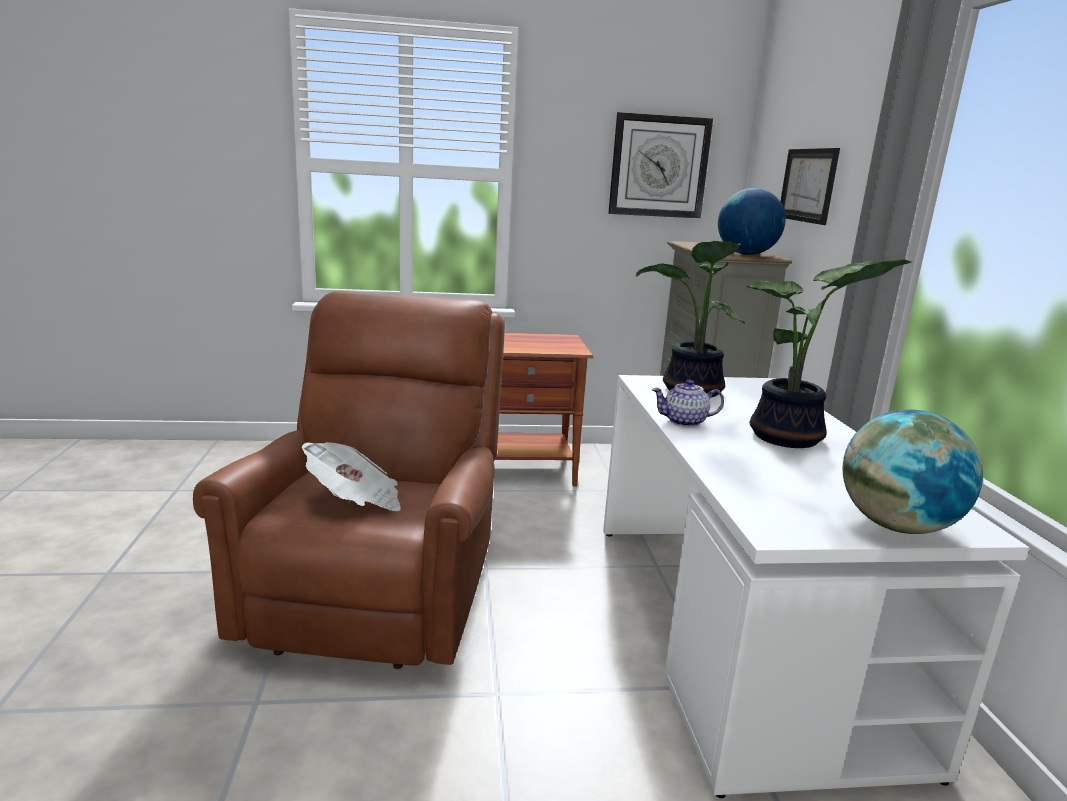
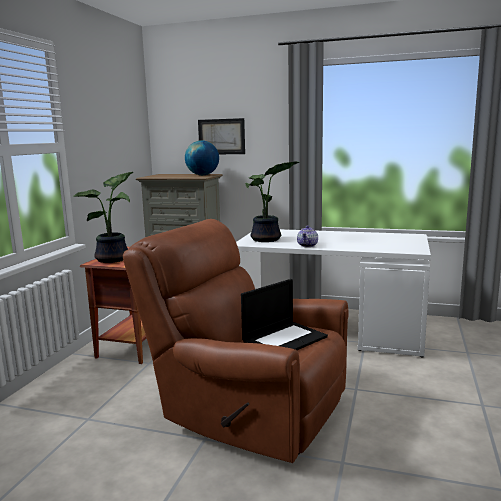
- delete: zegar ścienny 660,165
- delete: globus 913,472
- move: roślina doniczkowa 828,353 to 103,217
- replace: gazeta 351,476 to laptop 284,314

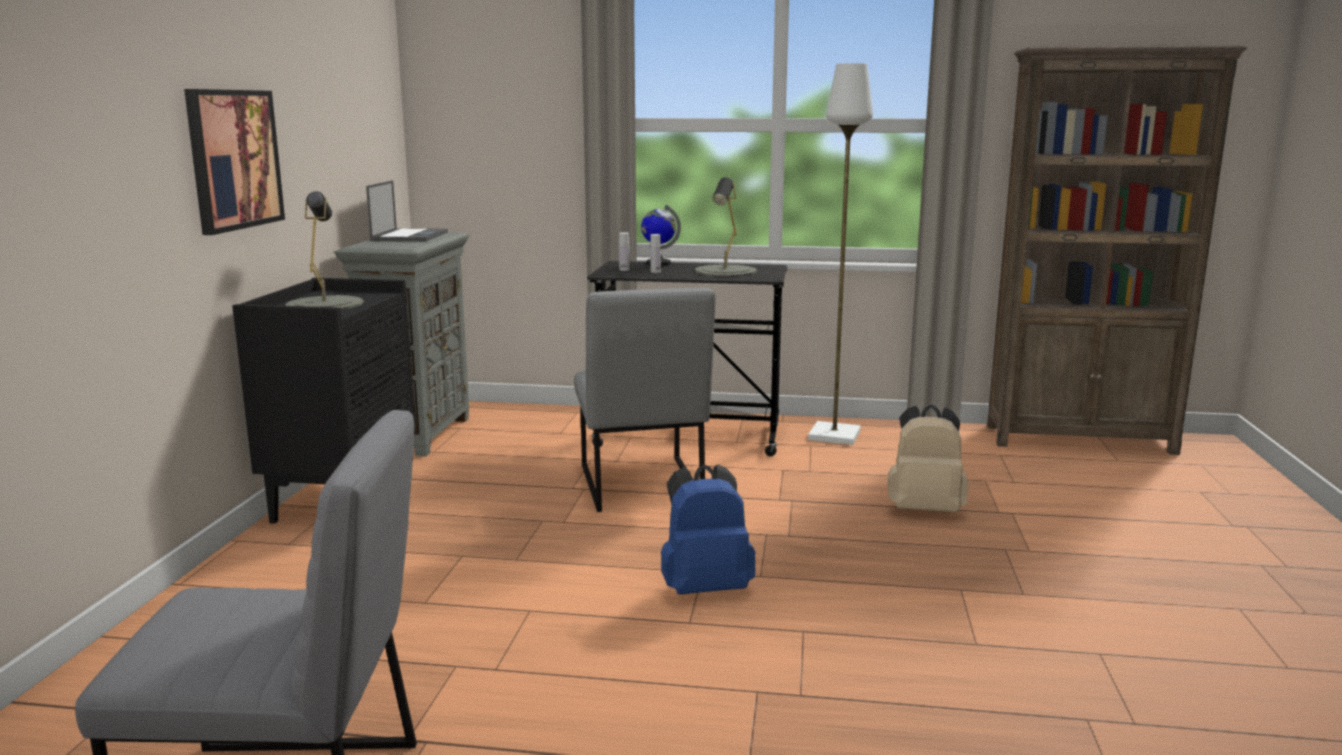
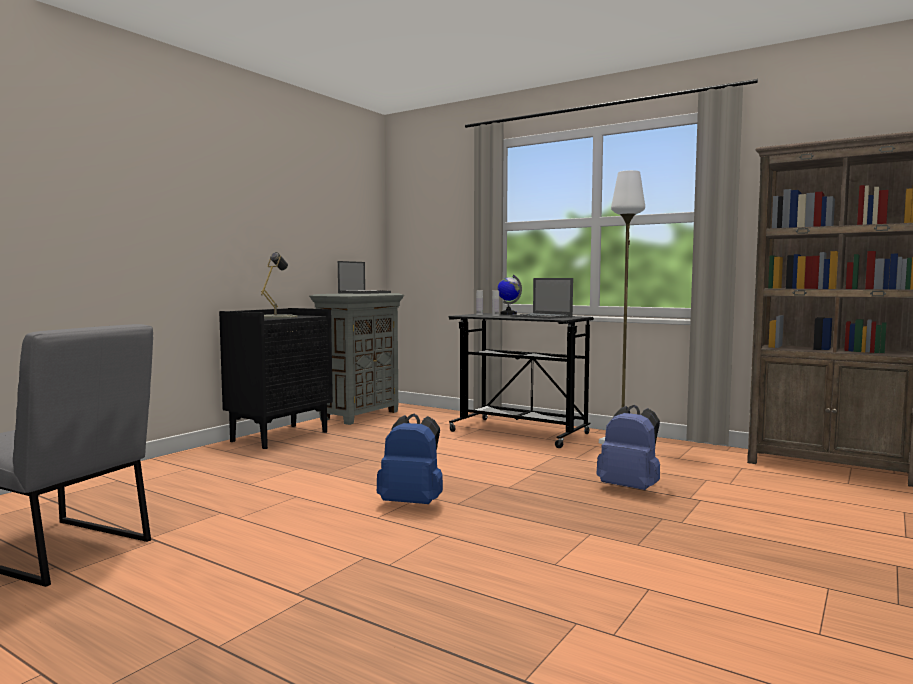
- delete: obraz 234,162
- delete: krzesło (szary) 645,400
- replace: lampa stołowa (szary) 726,227 to laptop 541,298
- recolor: plecak (beżowy) 928,458 to plecak (niebieski) 628,447

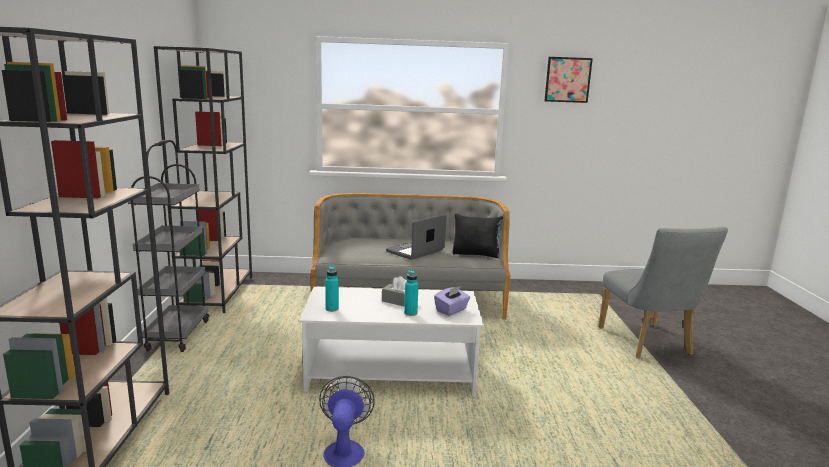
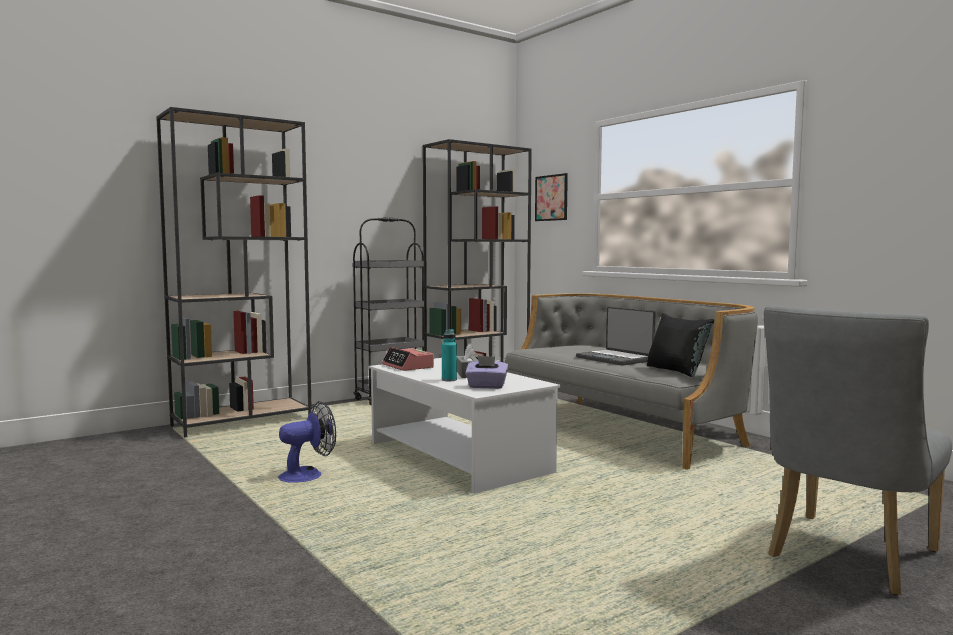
- move: obraz 568,80 to 551,197
- replace: butelka (turkusowy) 332,289 to budzik 408,359
- rotate: laptop 416,237 = 616,336 135 degrees counterclockwise

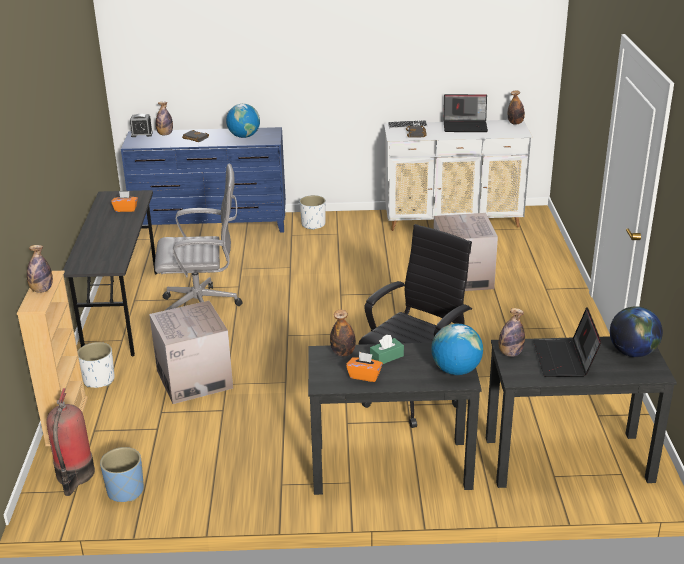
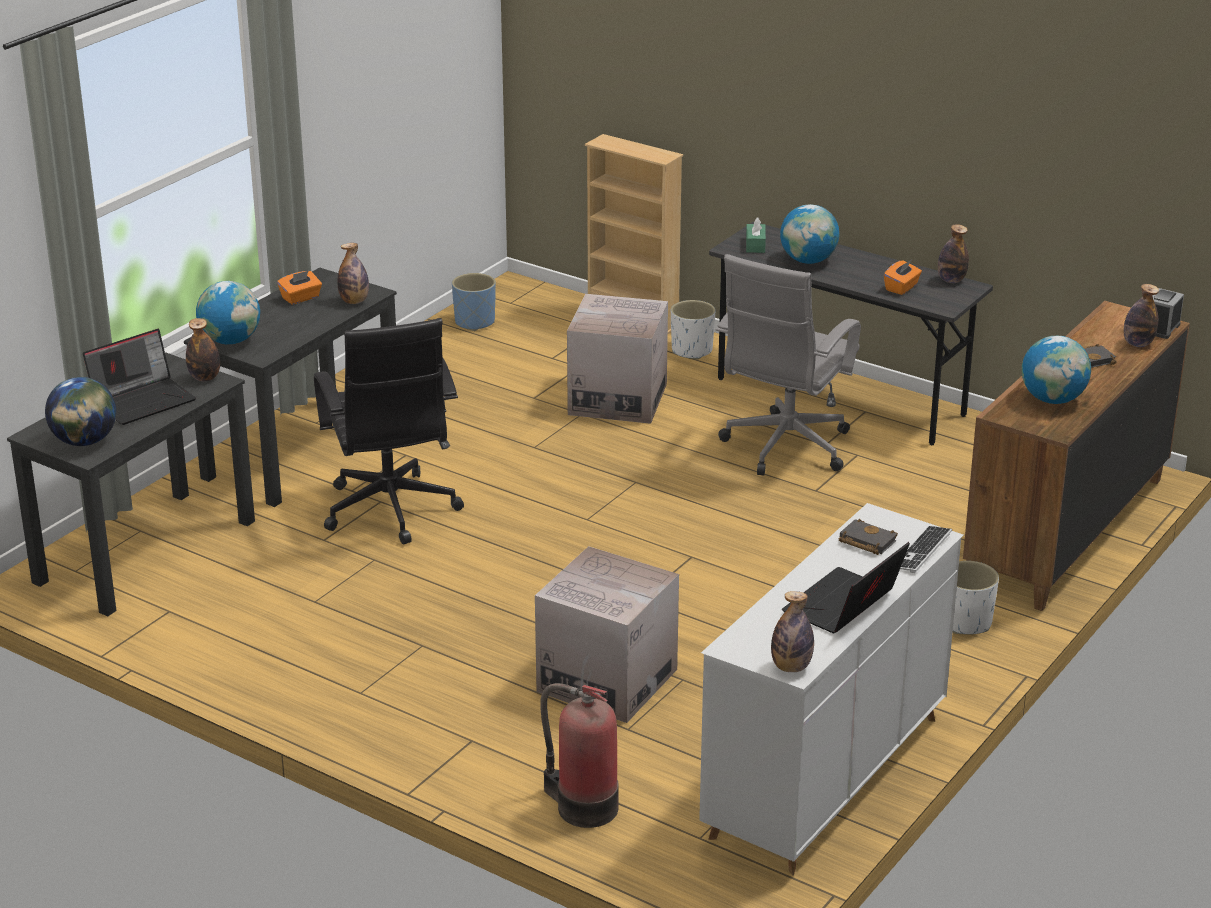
- insert: globus 809,234
- move: butelka 40,269 to 953,253
- move: gaśnica 70,442 to 579,755
- move: pudełko chusteczek (zielony) 387,349 to 756,235
- recolor: komoda (niebieski) 203,180 to komoda (brązowy) 1076,456
- rotate: laptop 567,342 = 139,377 105 degrees clockwise

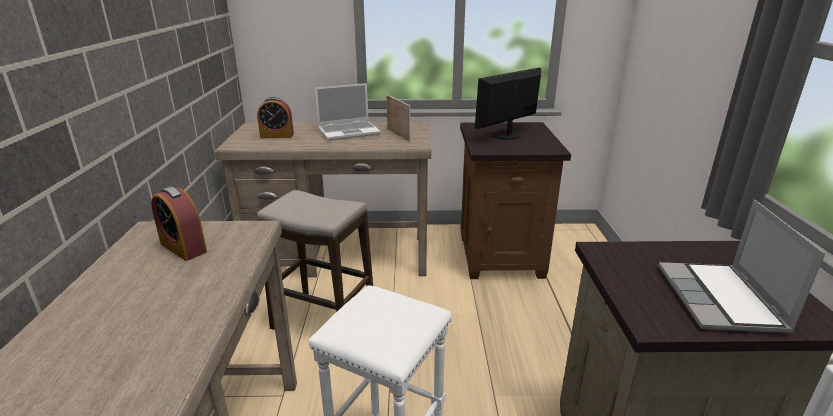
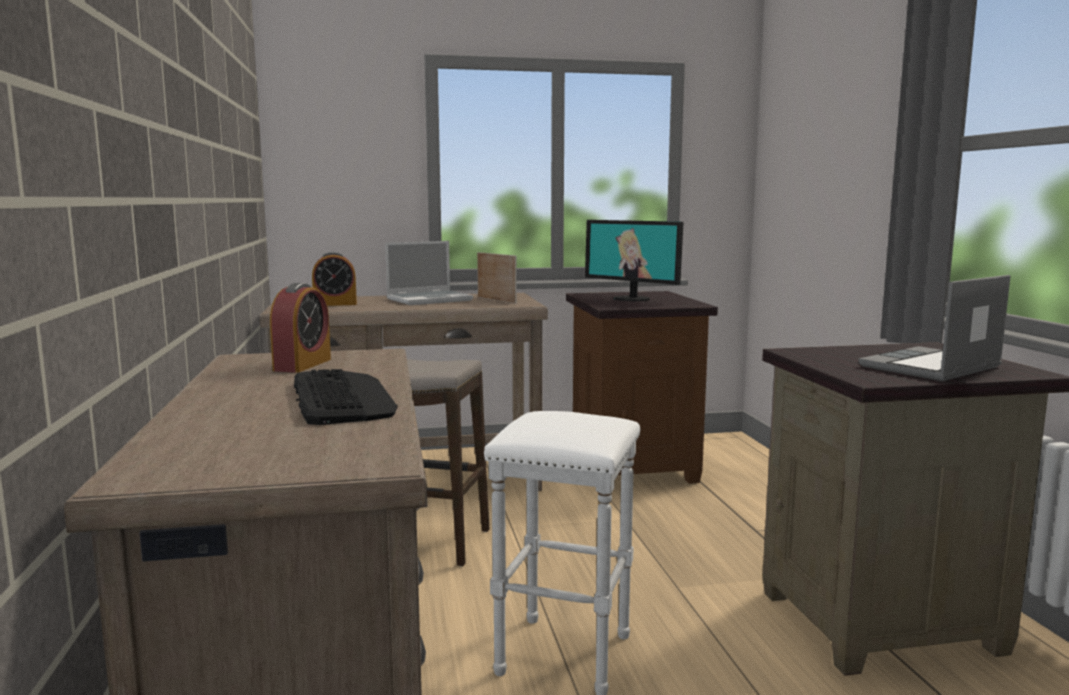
- insert: klawiatura 345,397
- rotate: budzik 179,223 = 300,328 105 degrees counterclockwise
- rotate: monitor 508,104 = 634,260 90 degrees counterclockwise
- rotate: laptop 742,266 = 934,328 60 degrees clockwise

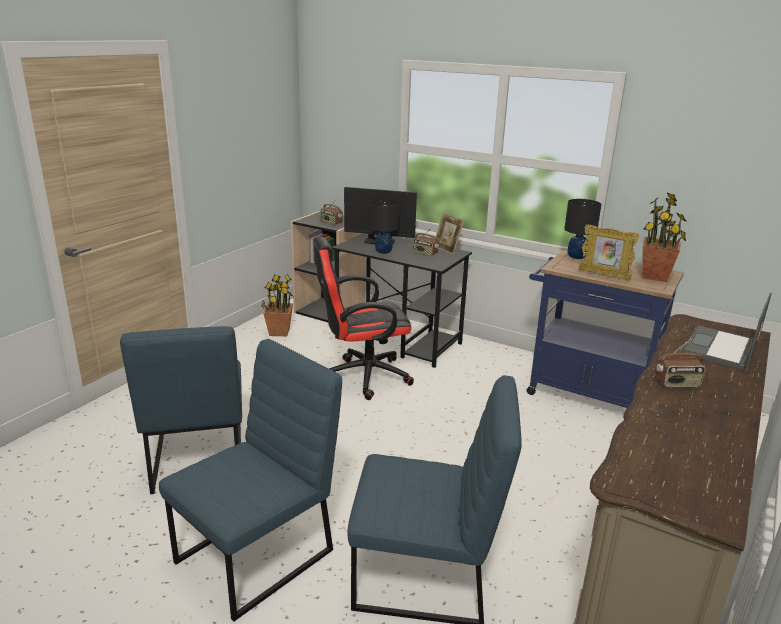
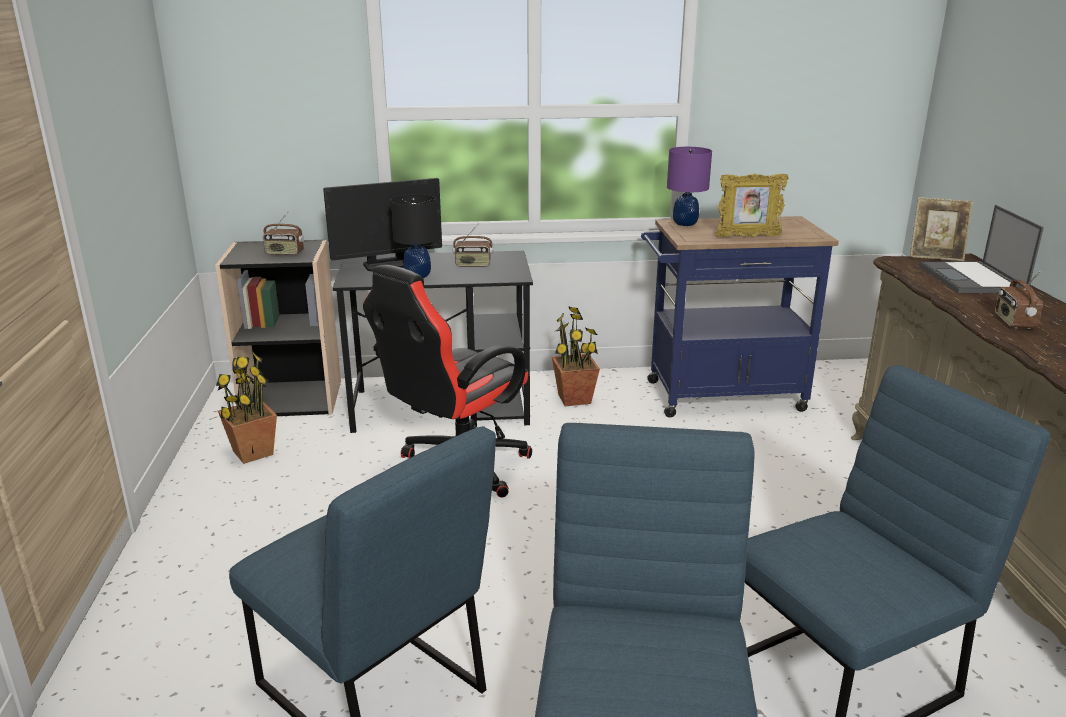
- move: ramka na zdjęcie 450,234 to 941,229
- move: roślina doniczkowa 664,237 to 576,356
- recolor: lampa stołowa (czarny) 583,229 to lampa stołowa (fioletowy) 689,186
- rotate: radio 681,363 = 1019,300 135 degrees clockwise

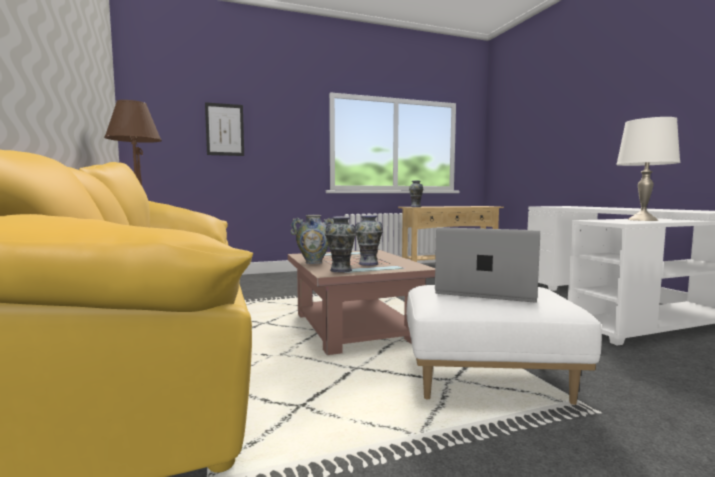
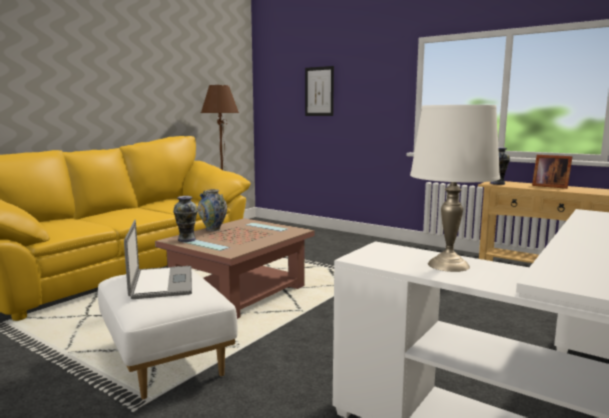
- delete: wazon 369,240
- insert: ramka na zdjęcie 552,172

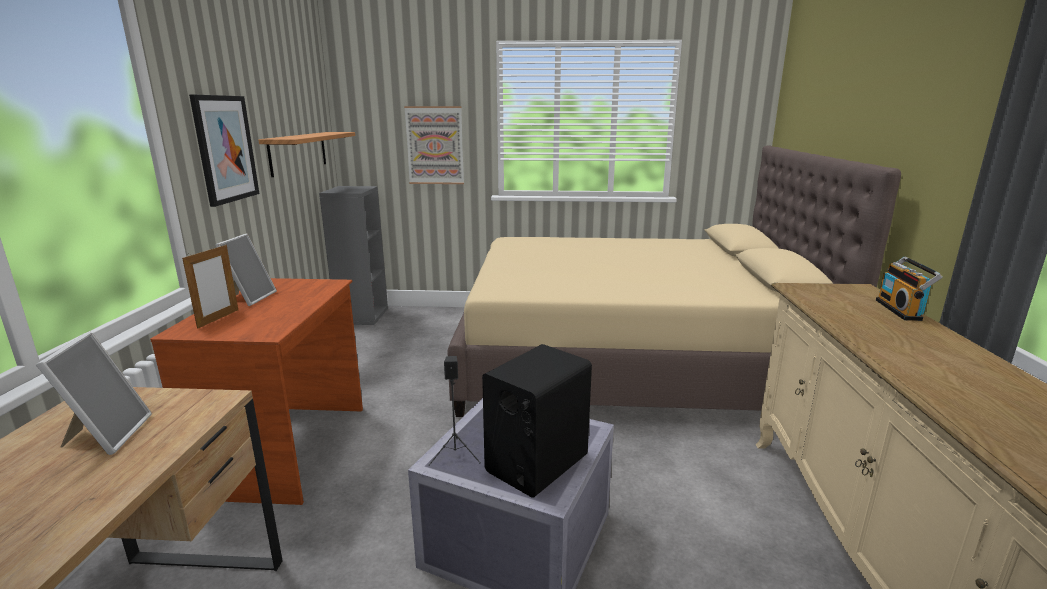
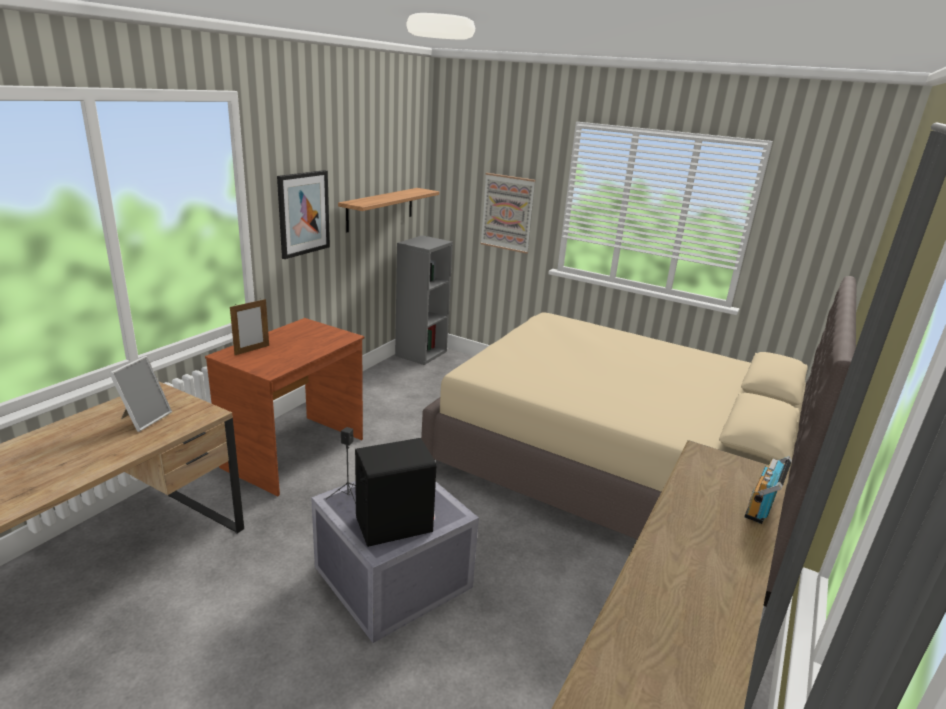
- delete: ramka na zdjęcie 246,270

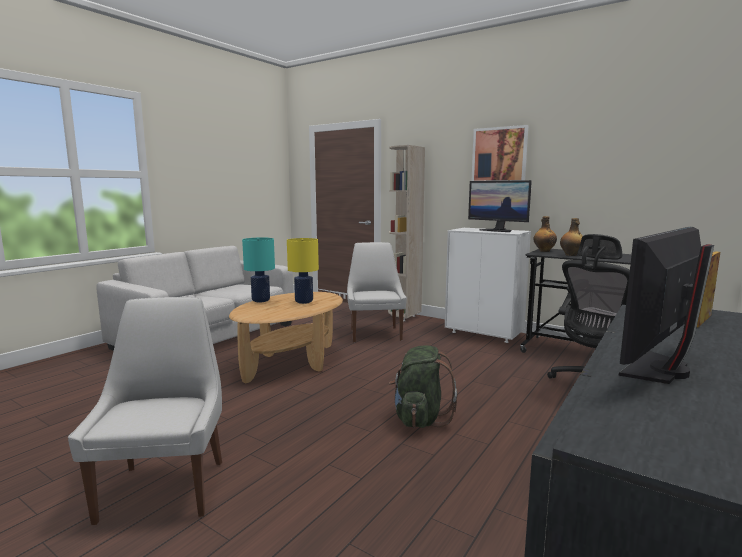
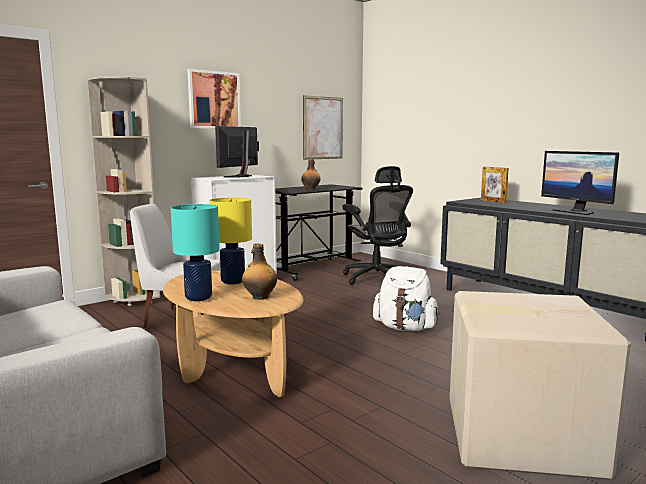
- insert: obraz 323,127
- move: butelka 545,234 to 259,271
- replace: krzesło (biały) 145,411 to karton 540,385
- recolor: plecak (zielony) 423,386 to plecak (biały) 406,298
- rotate: monitor 500,206 = 237,152 150 degrees clockwise

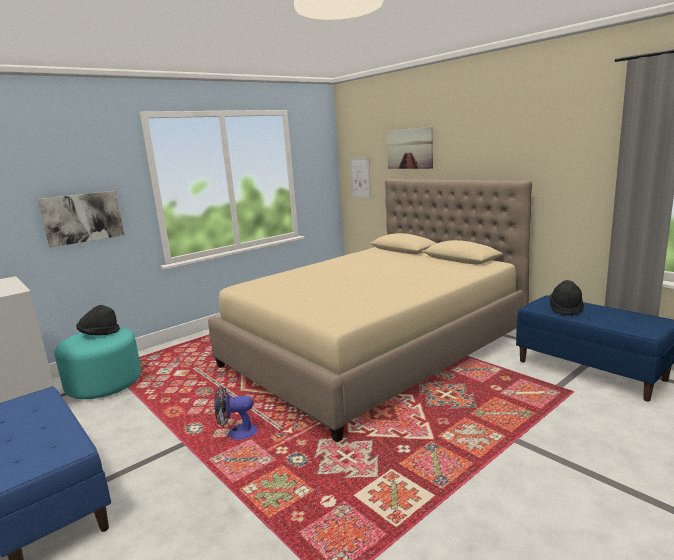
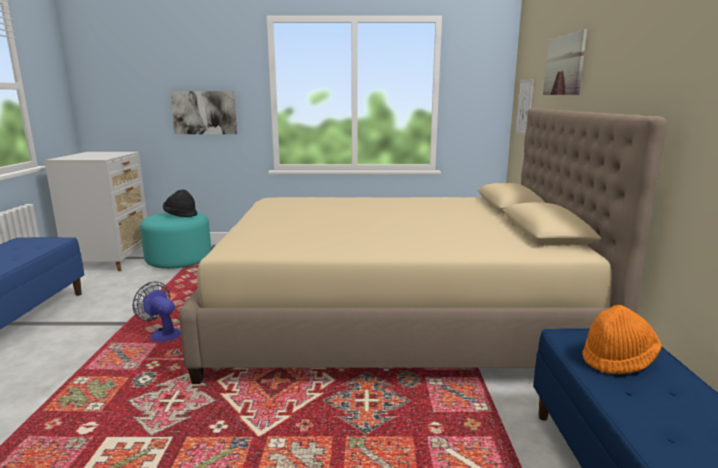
- recolor: kapelusz (czarny) 566,298 to kapelusz (pomarańczowy) 622,339

